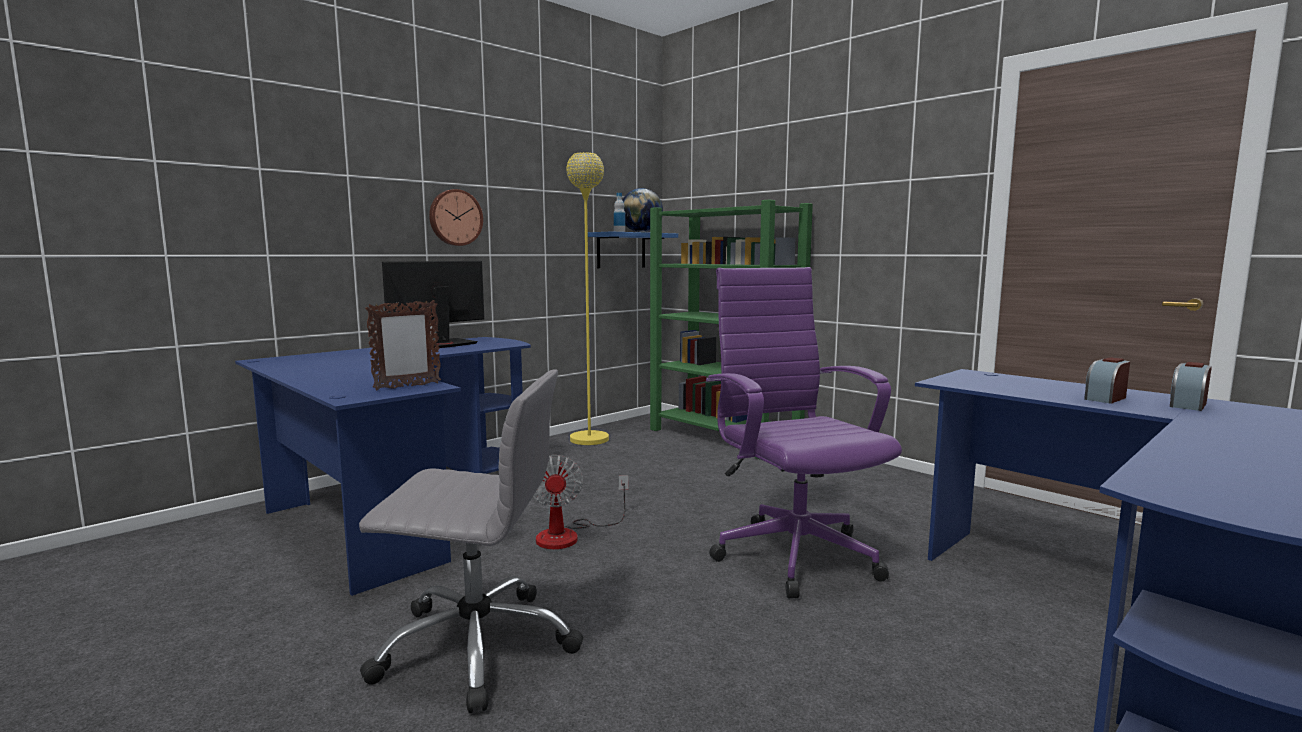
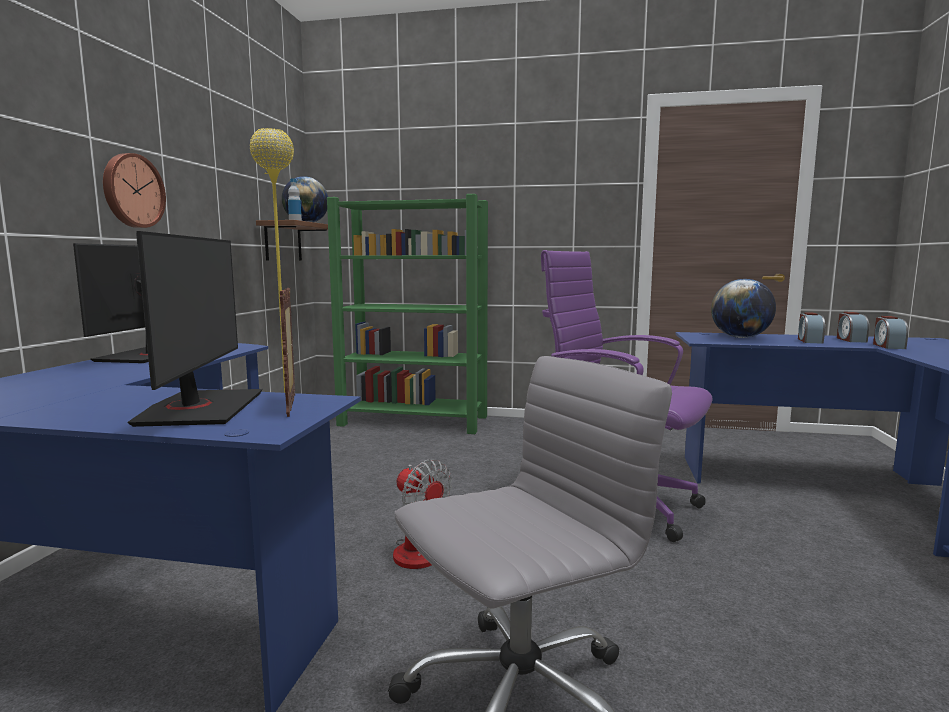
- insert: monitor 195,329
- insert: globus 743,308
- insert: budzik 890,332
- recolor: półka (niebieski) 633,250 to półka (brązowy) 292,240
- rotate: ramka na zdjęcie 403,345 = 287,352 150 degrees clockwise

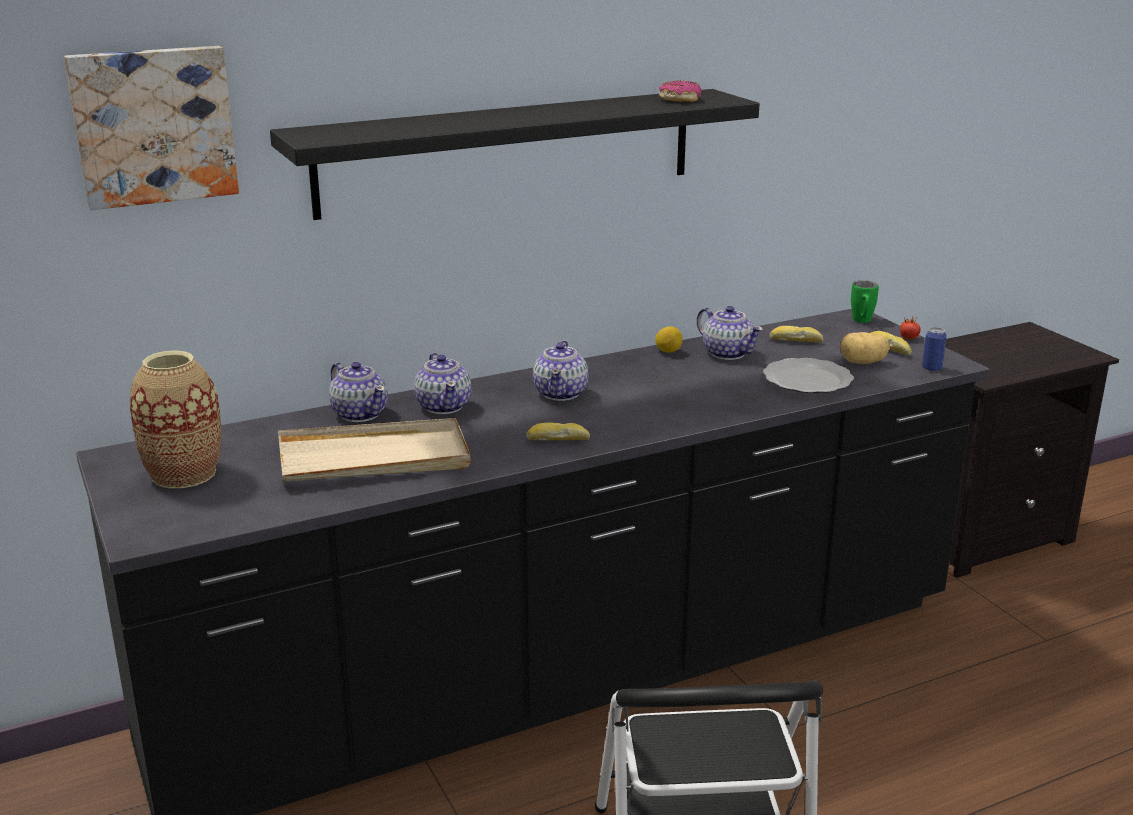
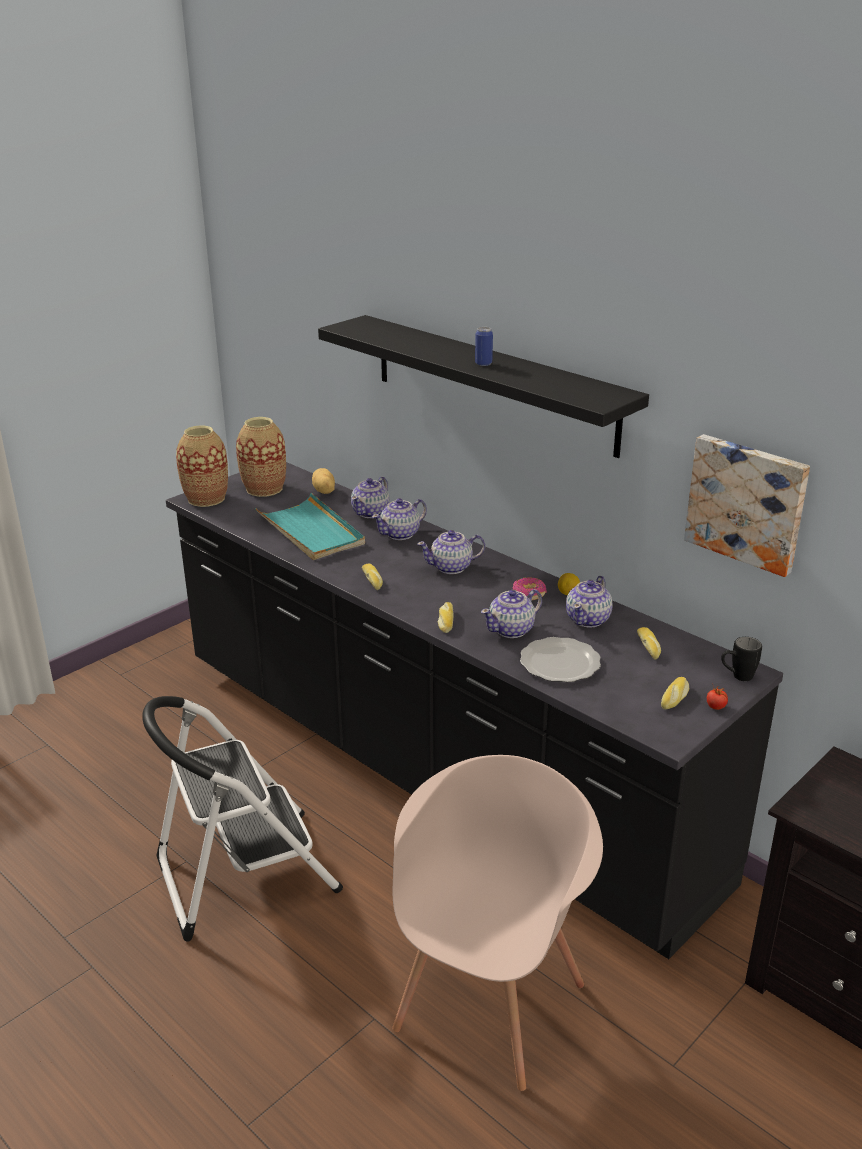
- insert: wazon 202,466
- insert: krzesło (beżowy) 497,923
- insert: chleb 446,617
- insert: imbryk 511,613
- move: obraz 151,128 to 747,505
- move: donut 680,91 to 530,588
- move: ziemniak 865,348 to 323,481
- move: puszka 934,349 to 484,346
- recolor: taca (beżowy) 374,449 to taca (turkusowy) 310,526
- recolor: kubek (zielony) 865,301 to kubek (czarny) 741,659

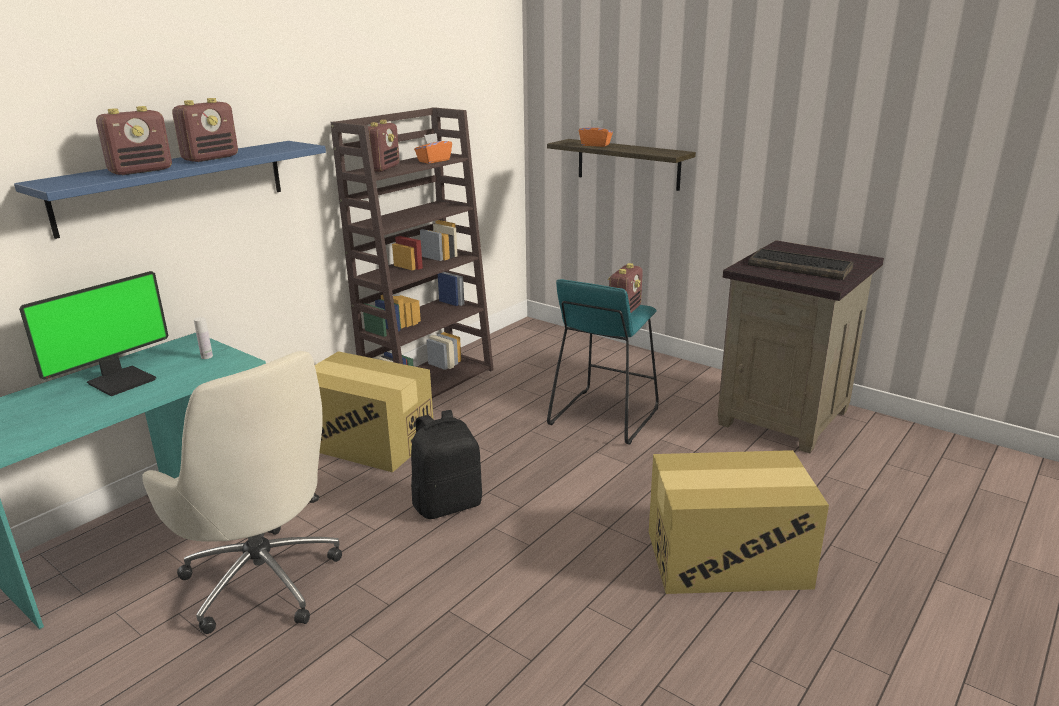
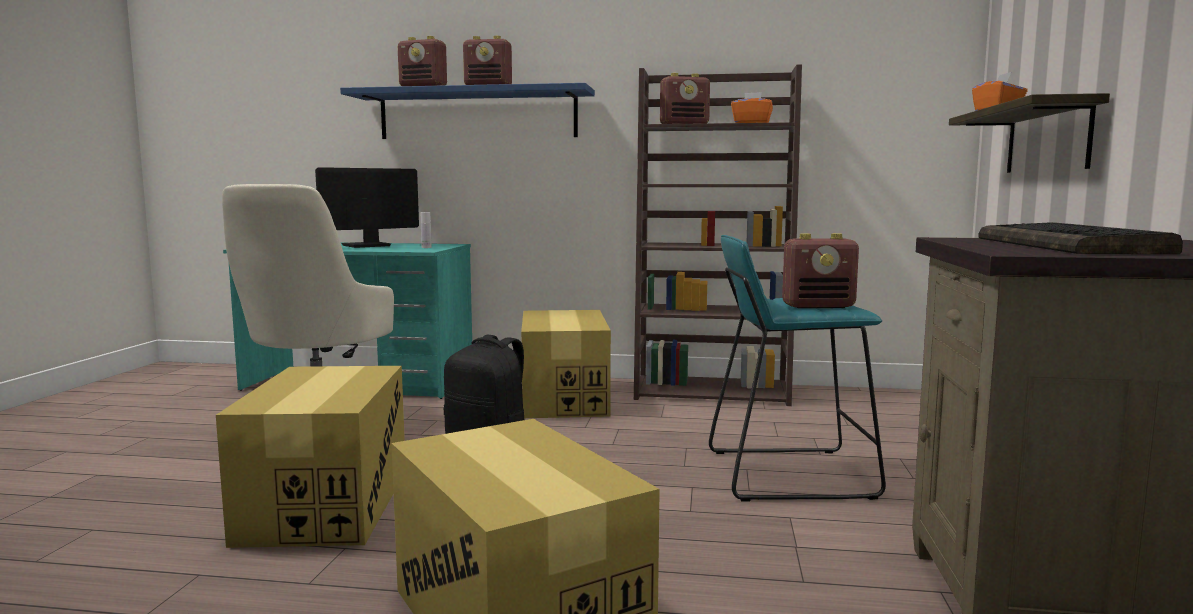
- insert: karton 310,457
- rotate: monitor 94,333 = 367,207 135 degrees clockwise

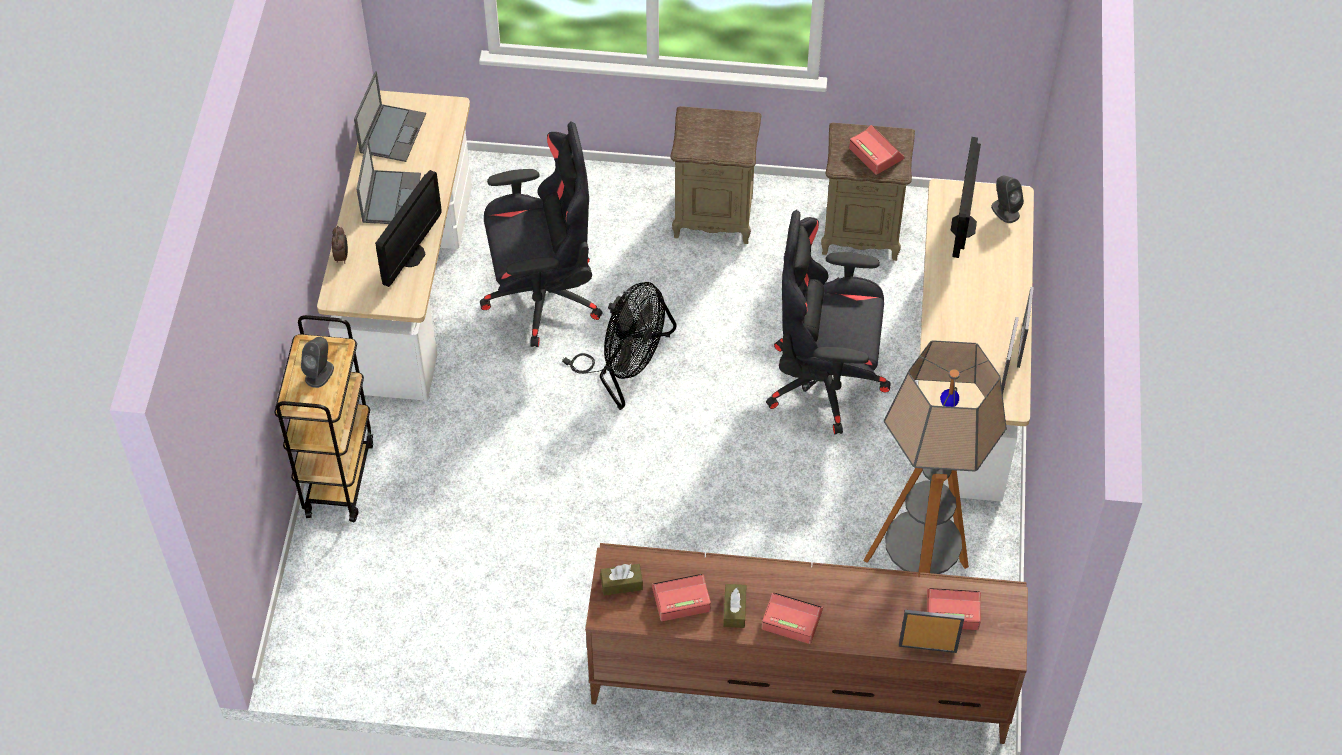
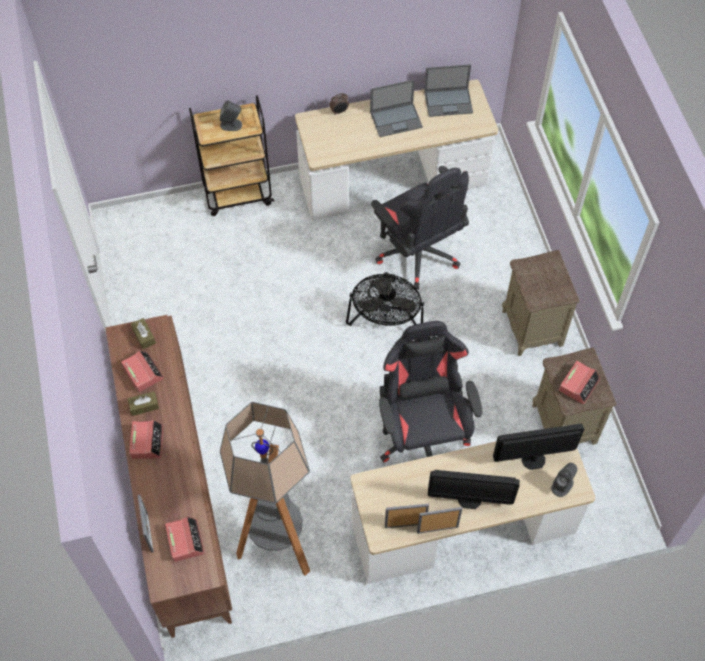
- move: monitor 408,228 to 474,489

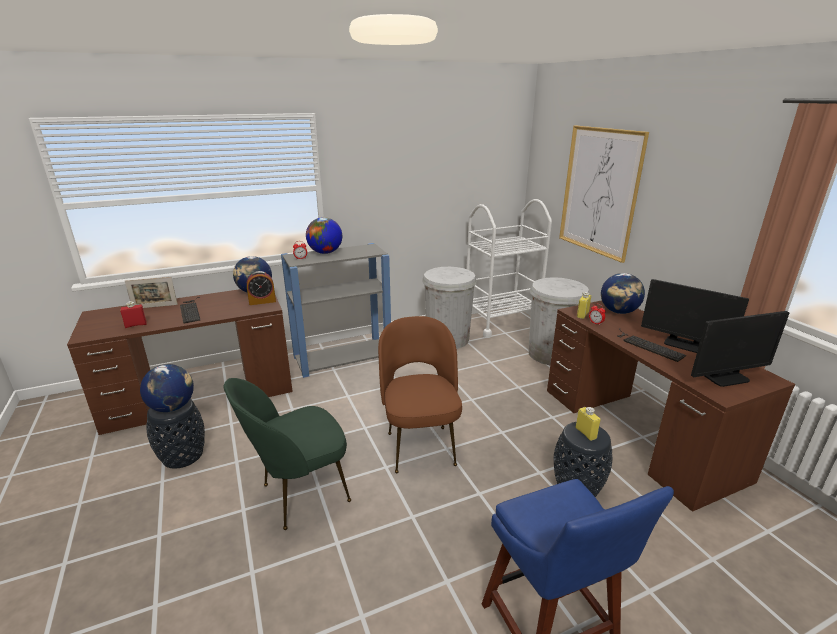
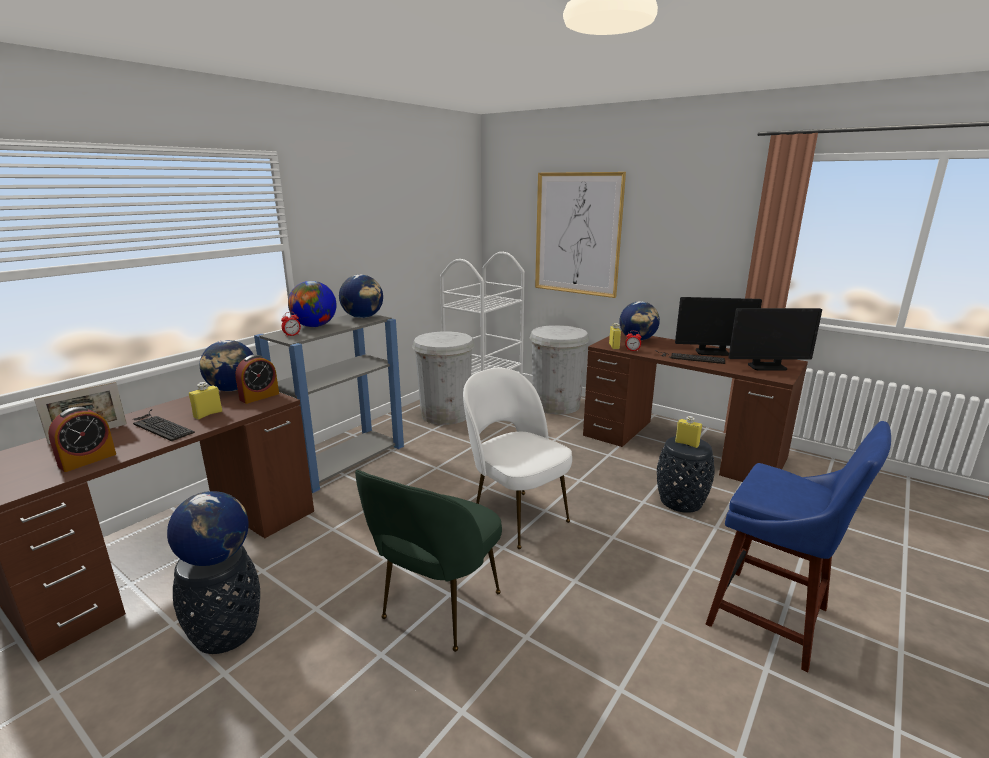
- insert: butelka (żółty) 205,401
- insert: globus 361,296
- replace: butelka (czerwony) 133,314 to budzik 82,439
- recolor: krzesło (brązowy) 420,394 to krzesło (biały) 517,458
- rotate: monitor 740,349 = 775,339 45 degrees clockwise

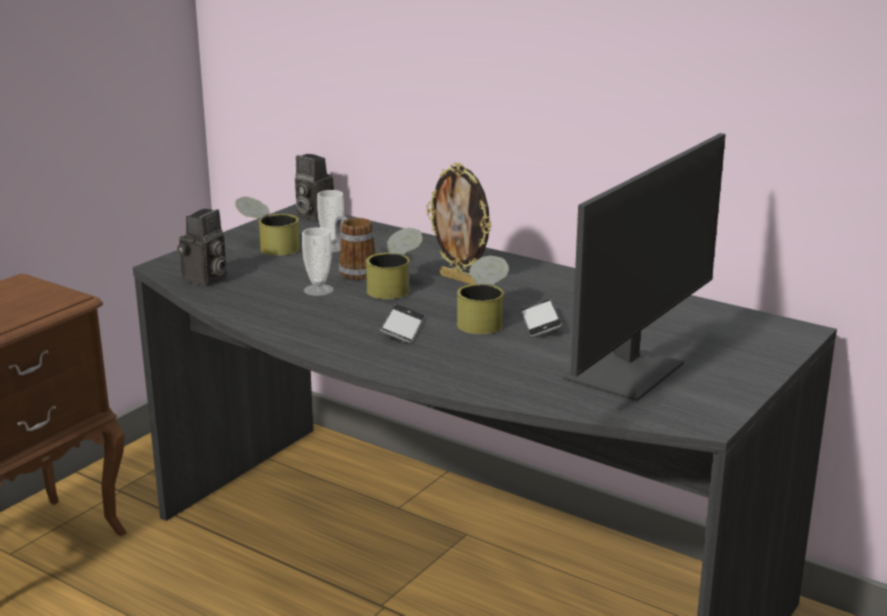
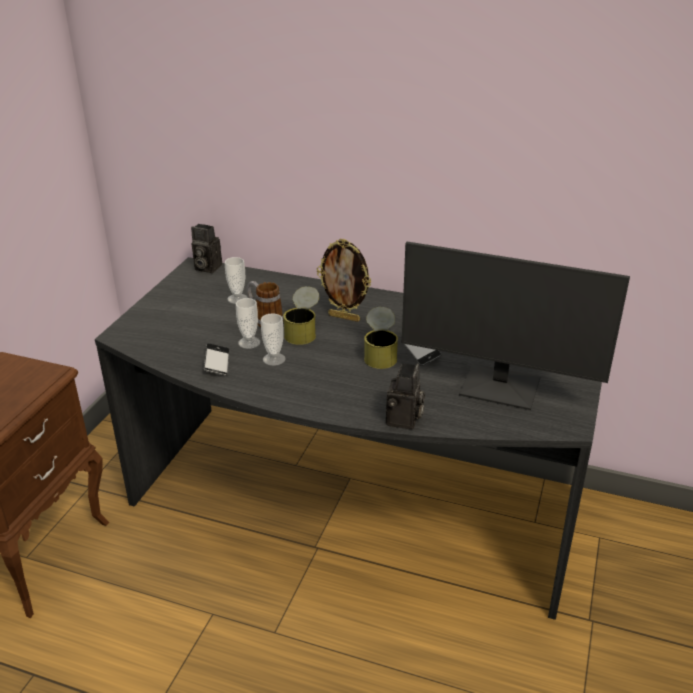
- delete: puszka 267,226
- insert: filiżanka 273,339
- move: aparat fotograficzny 202,247 to 405,396
- move: telefon 402,323 to 217,359
- rotate: monitor 644,267 = 516,326 90 degrees clockwise

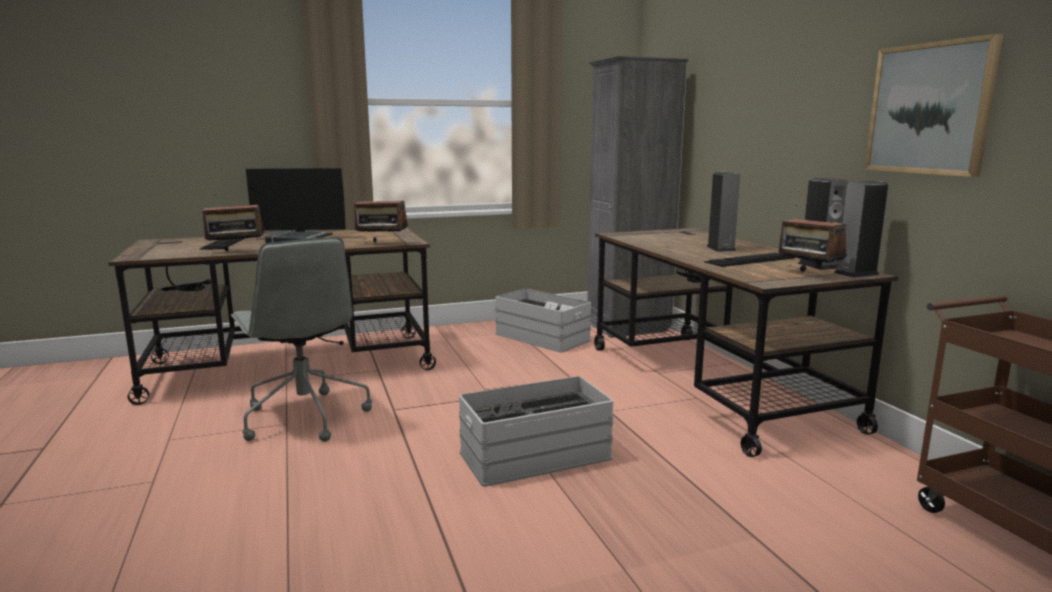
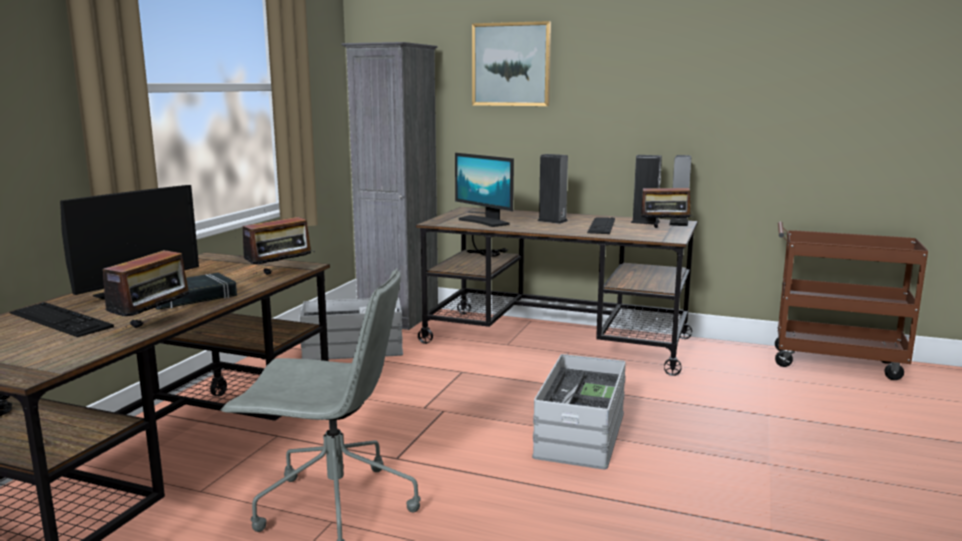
- insert: monitor 484,190
- move: obraz 933,105 to 511,63

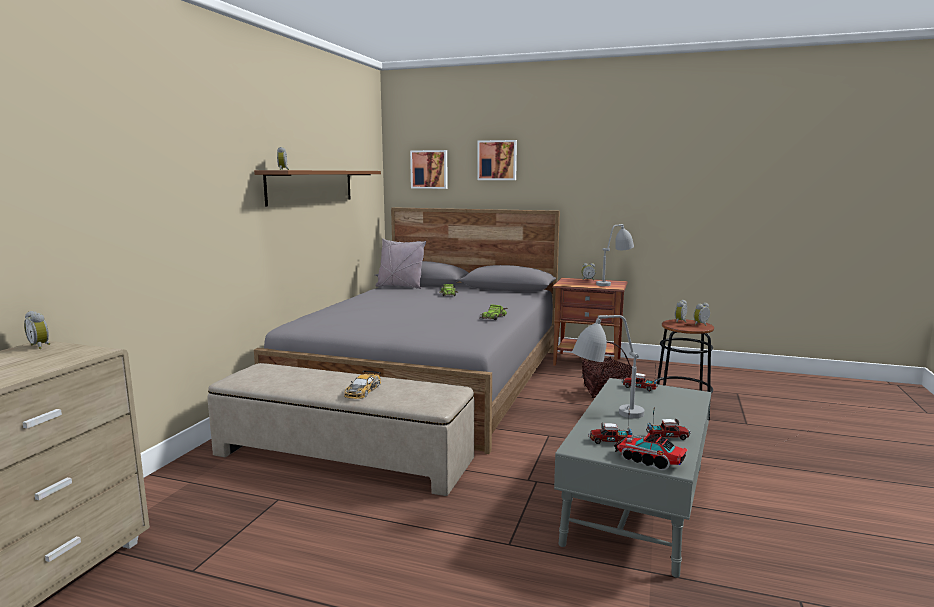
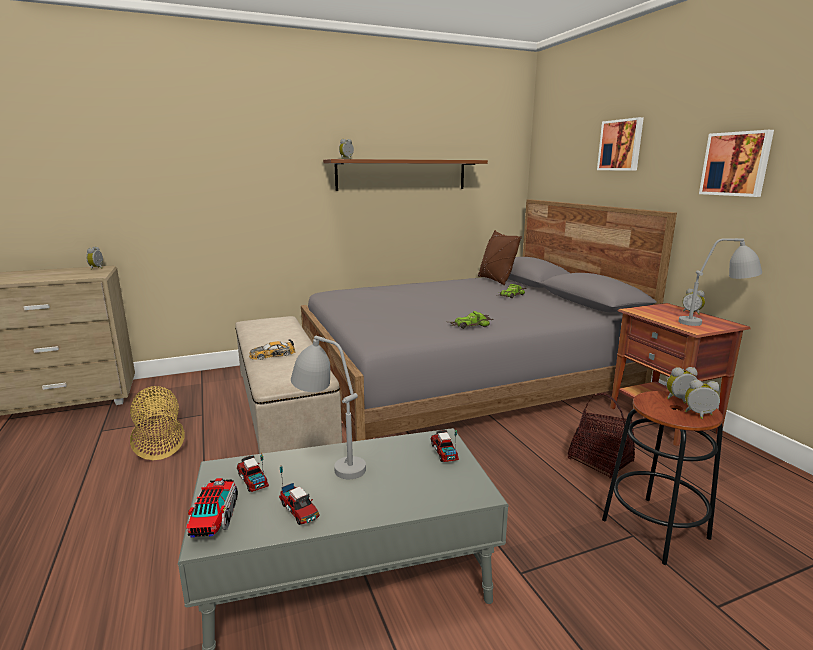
- insert: koszyk 157,423
- move: obraz 429,169 to 736,163
- recolor: poduszka (fioletowy) 401,264 to poduszka (brązowy) 500,257

